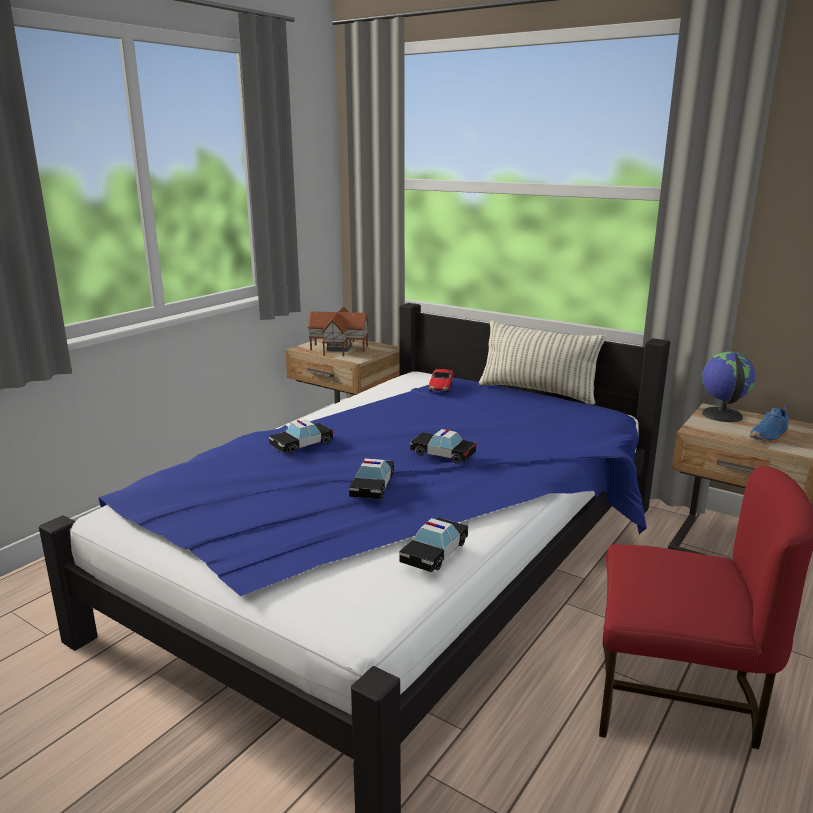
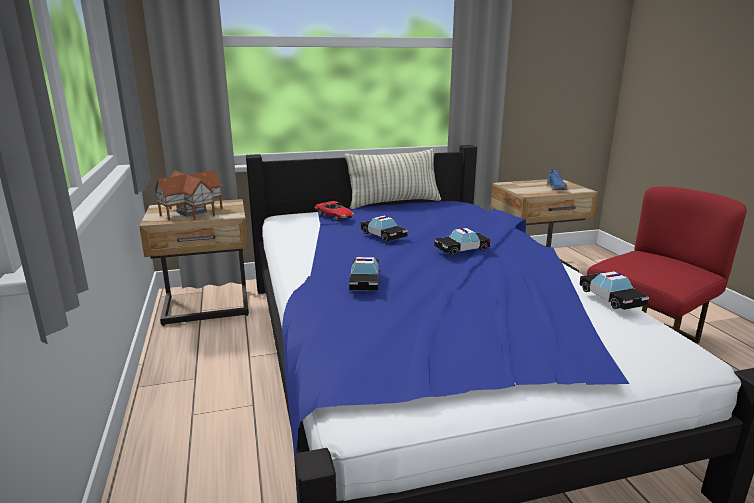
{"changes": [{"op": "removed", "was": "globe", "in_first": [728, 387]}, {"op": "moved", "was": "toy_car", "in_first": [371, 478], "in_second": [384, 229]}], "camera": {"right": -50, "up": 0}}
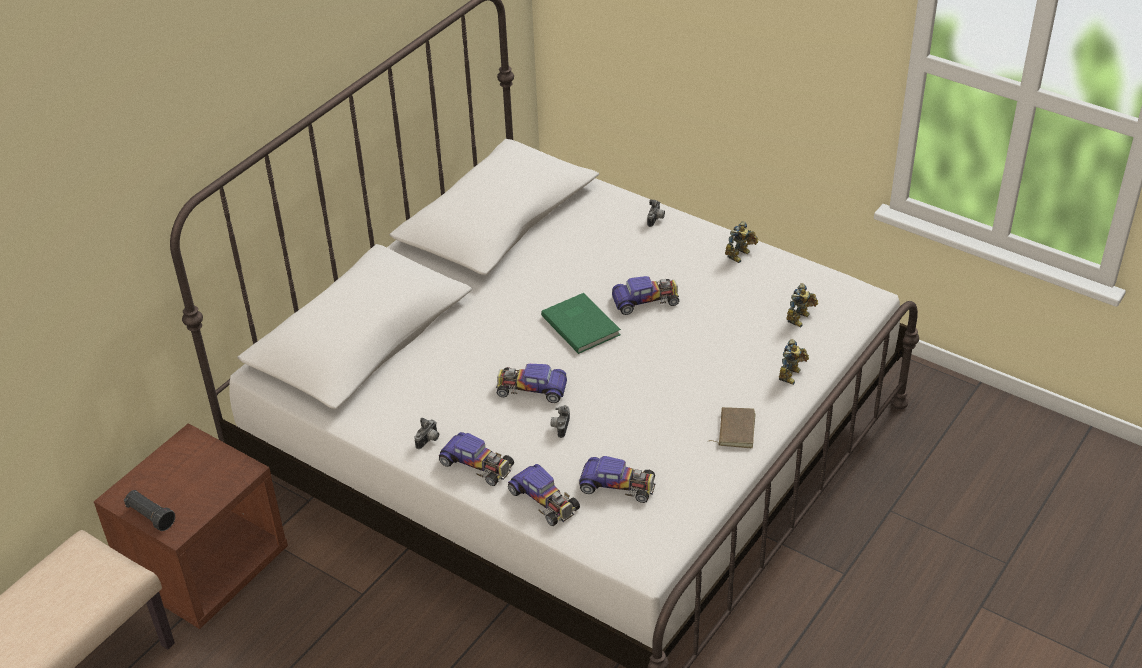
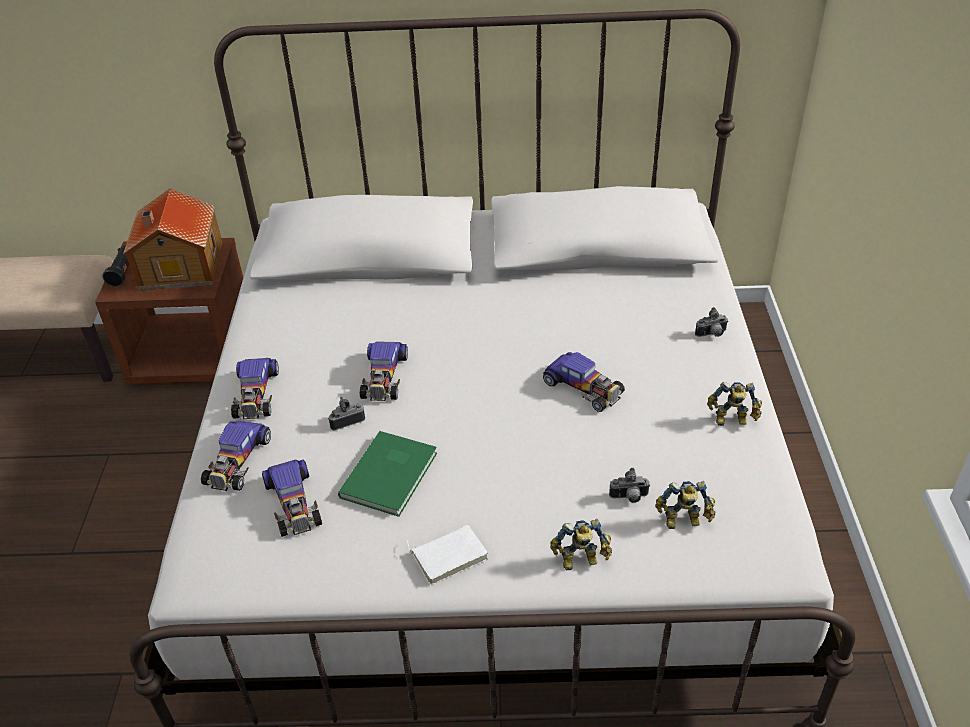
{"changes": [{"op": "moved", "was": "green_book", "in_first": [581, 323], "in_second": [387, 474]}, {"op": "turned", "was": "toy_car", "in_first": [531, 383], "in_second": [384, 371], "clockwise": -150}, {"op": "recoloured", "was": "brown_book", "now": "white_book", "in_first": [732, 427], "in_second": [447, 555]}, {"op": "moved", "was": "photo_camera", "in_first": [426, 433], "in_second": [629, 485]}, {"op": "added", "now": "toy_house", "in_second": [172, 239]}], "camera": {"right": 55, "up": 0}}
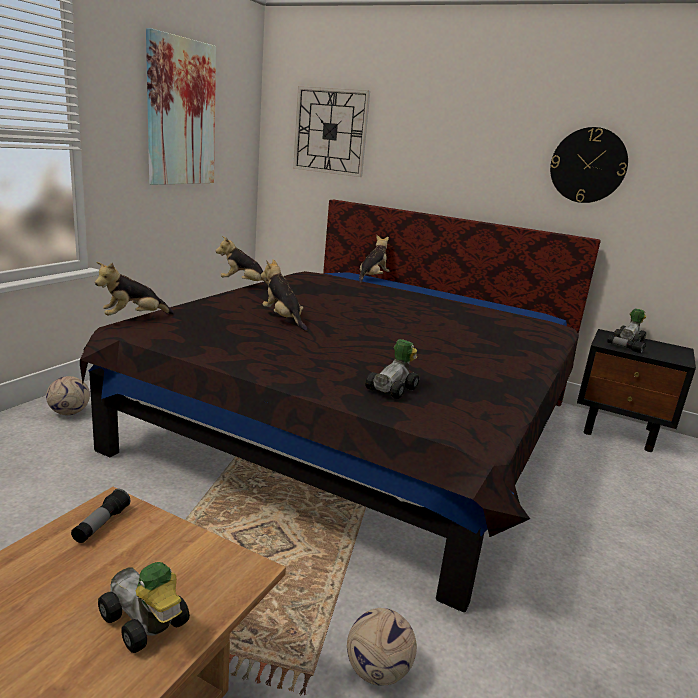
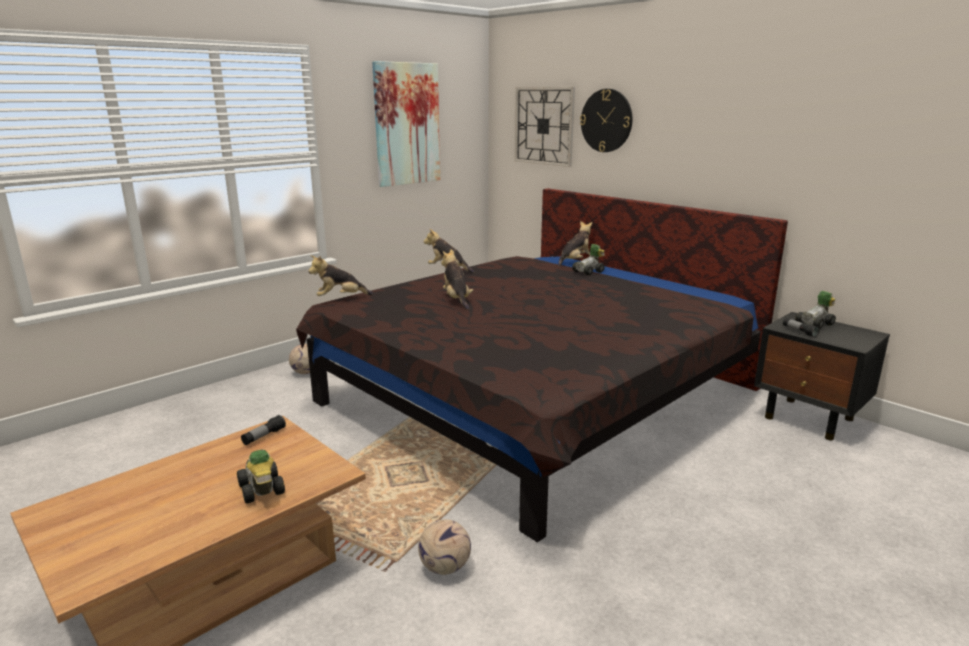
{"changes": [{"op": "moved", "was": "wall_clock", "in_first": [589, 165], "in_second": [606, 120]}, {"op": "moved", "was": "toy_car", "in_first": [392, 369], "in_second": [588, 259]}], "camera": {"right": 20, "up": 0}}
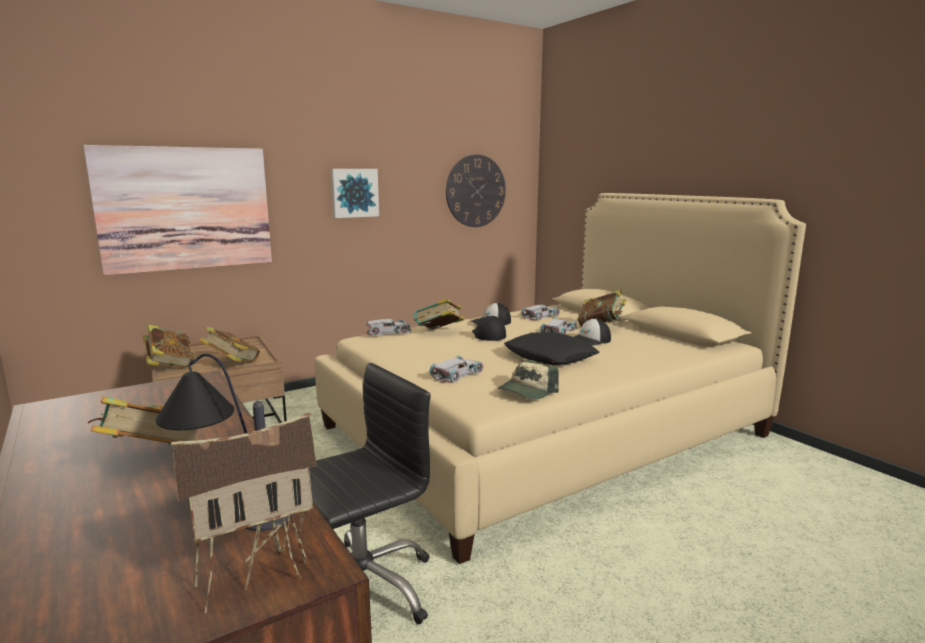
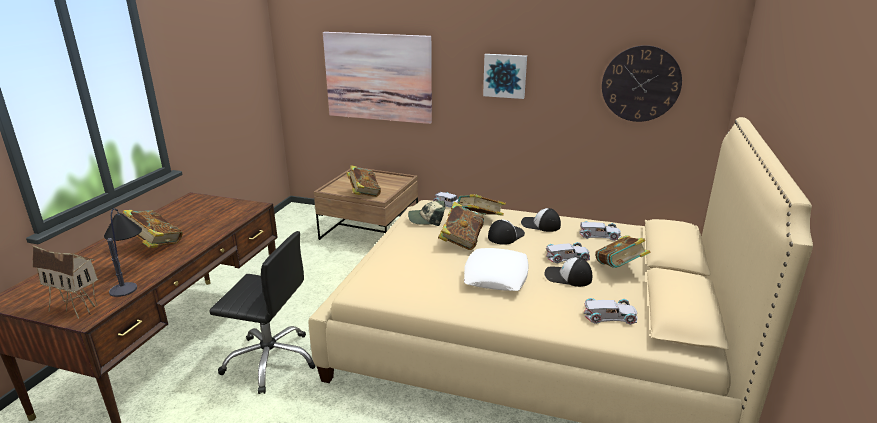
{"changes": [{"op": "moved", "was": "book", "in_first": [168, 347], "in_second": [461, 226]}, {"op": "recoloured", "was": "black_pillow", "now": "white_pillow", "in_first": [551, 348], "in_second": [496, 269]}, {"op": "moved", "was": "white_toy_car", "in_first": [456, 369], "in_second": [611, 311]}, {"op": "moved", "was": "cap", "in_first": [528, 380], "in_second": [427, 213]}], "camera": {"right": 50, "up": 10}}
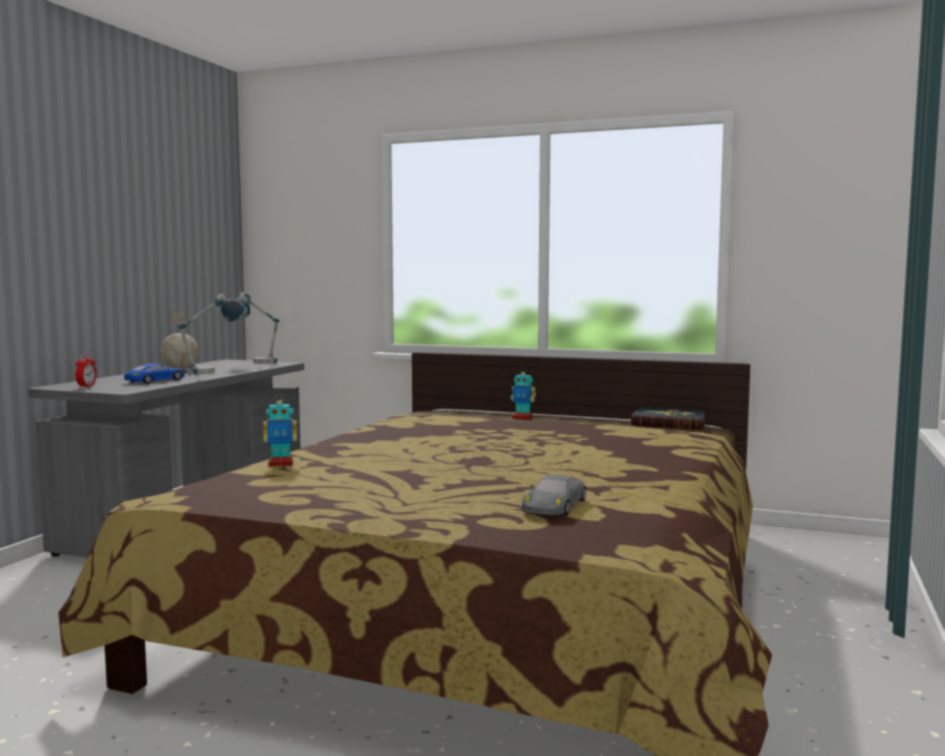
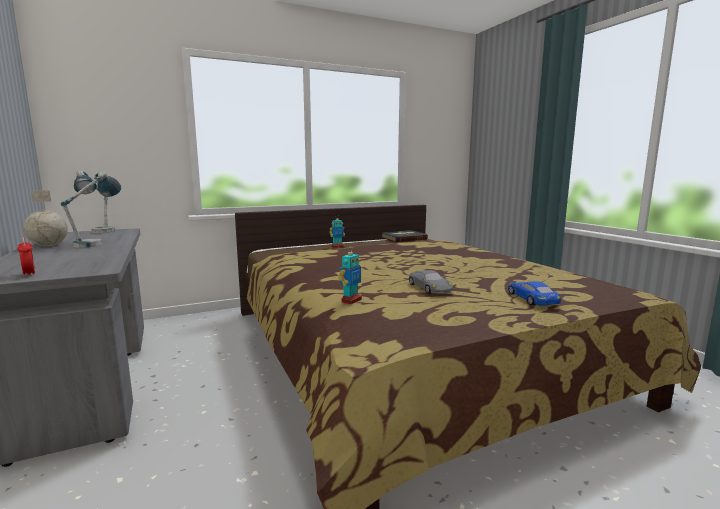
{"changes": [{"op": "moved", "was": "blue_toy_car", "in_first": [154, 373], "in_second": [534, 293]}, {"op": "moved", "was": "grey_toy_car", "in_first": [554, 495], "in_second": [431, 282]}], "camera": {"right": -45, "up": 5}}
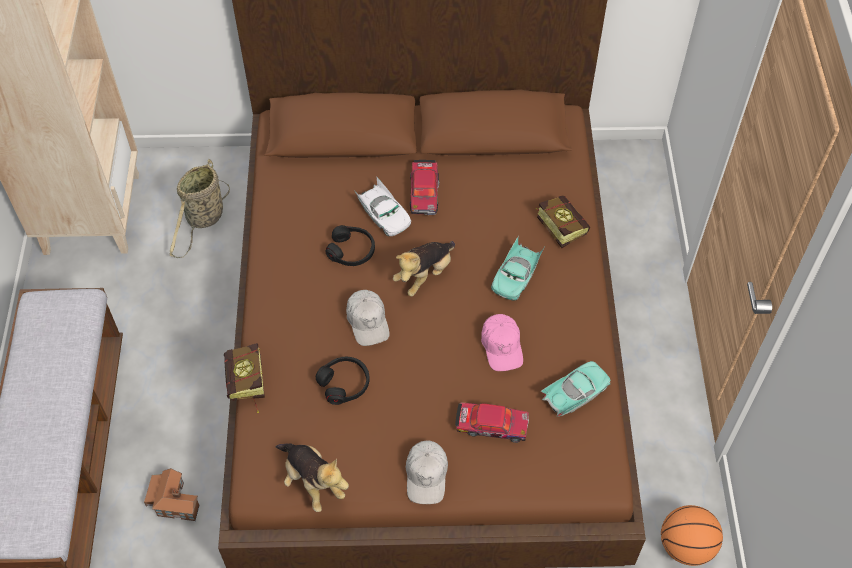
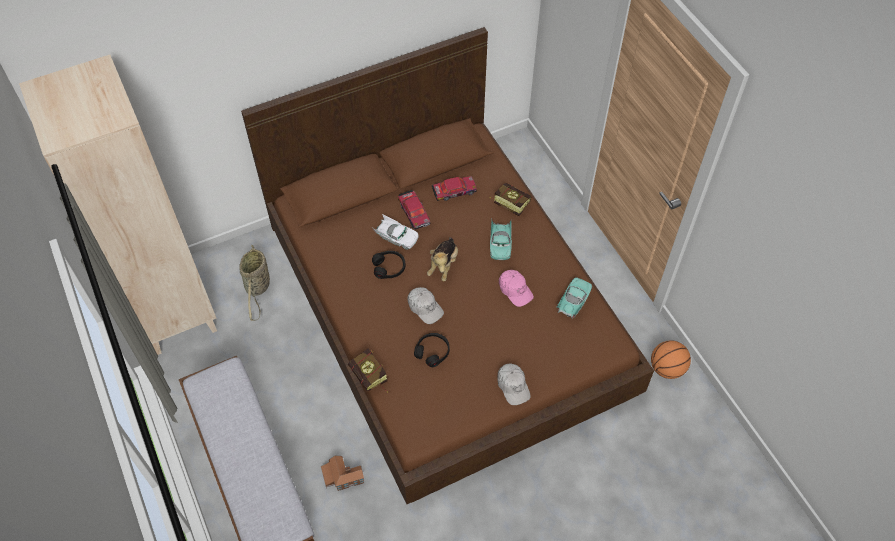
{"changes": [{"op": "moved", "was": "toy_car", "in_first": [492, 423], "in_second": [454, 188]}, {"op": "removed", "was": "plush_toy", "in_first": [312, 477]}], "camera": {"right": -25, "up": 0}}
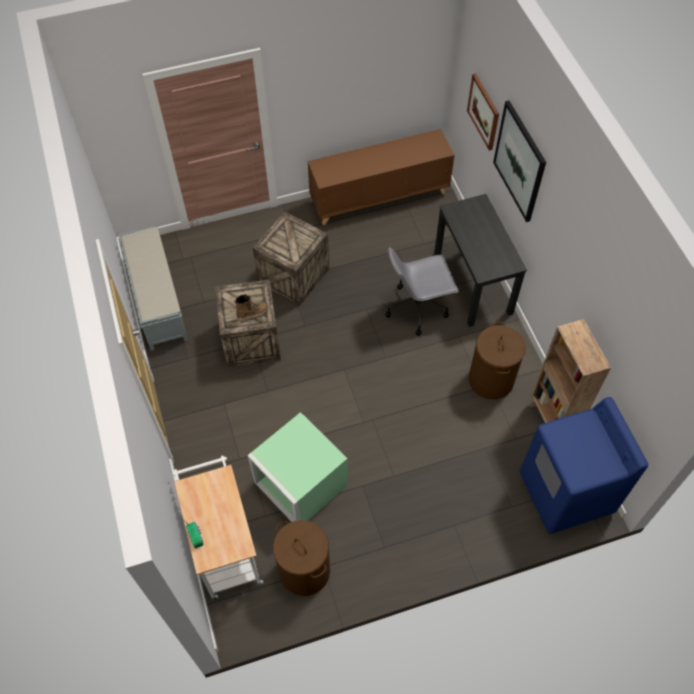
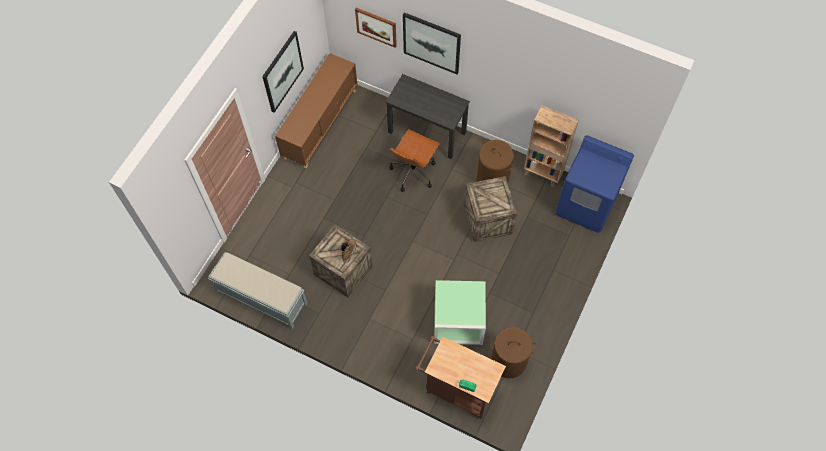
{"changes": [{"op": "moved", "was": "crate", "in_first": [291, 259], "in_second": [490, 209]}, {"op": "recoloured", "was": "grey_office_chair", "now": "brown_office_chair", "in_first": [422, 291], "in_second": [414, 160]}, {"op": "recoloured", "was": "white_cart", "now": "brown_cart", "in_first": [218, 527], "in_second": [460, 377]}, {"op": "added", "now": "picture", "in_second": [283, 72]}], "camera": {"right": -45, "up": 5}}
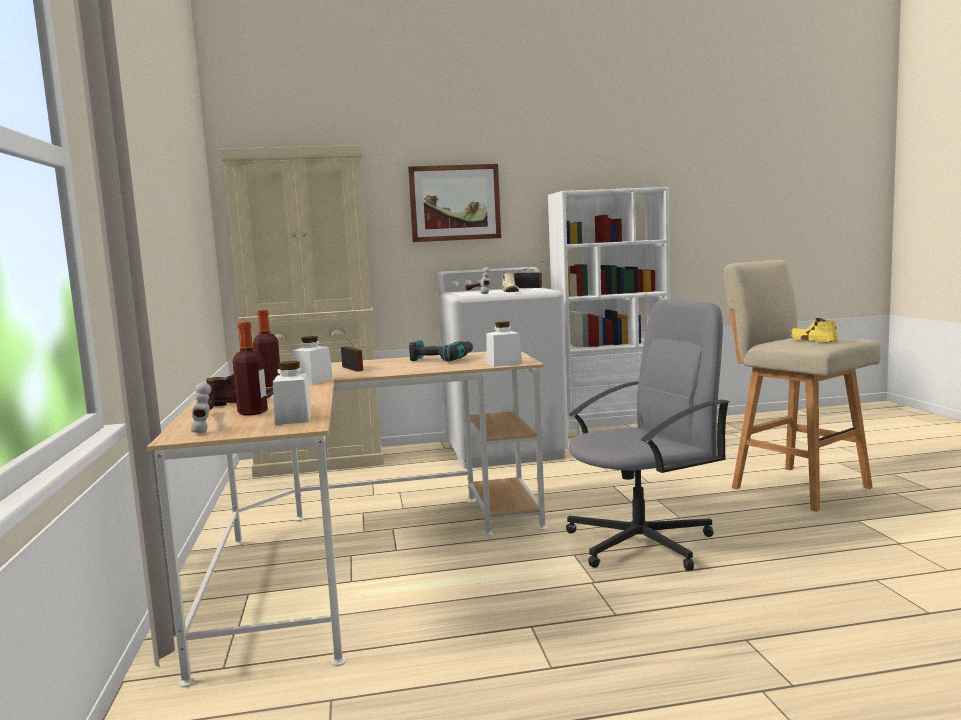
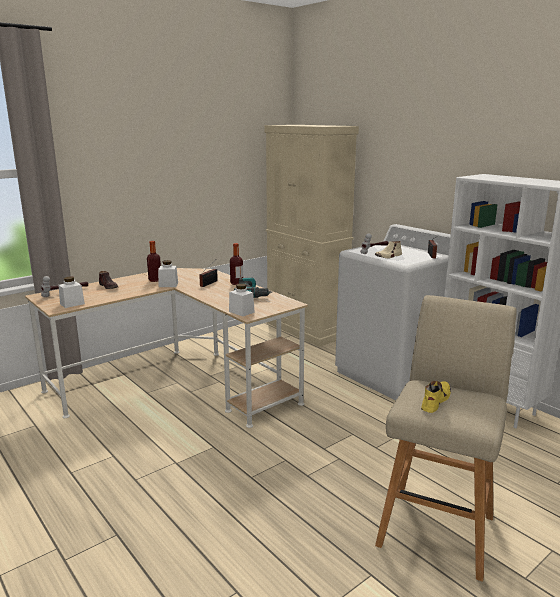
{"changes": [{"op": "removed", "was": "picture", "in_first": [454, 203]}, {"op": "removed", "was": "grey_office_chair", "in_first": [648, 435]}, {"op": "moved", "was": "bottle", "in_first": [250, 368], "in_second": [236, 264]}], "camera": {"right": 60, "up": 10}}
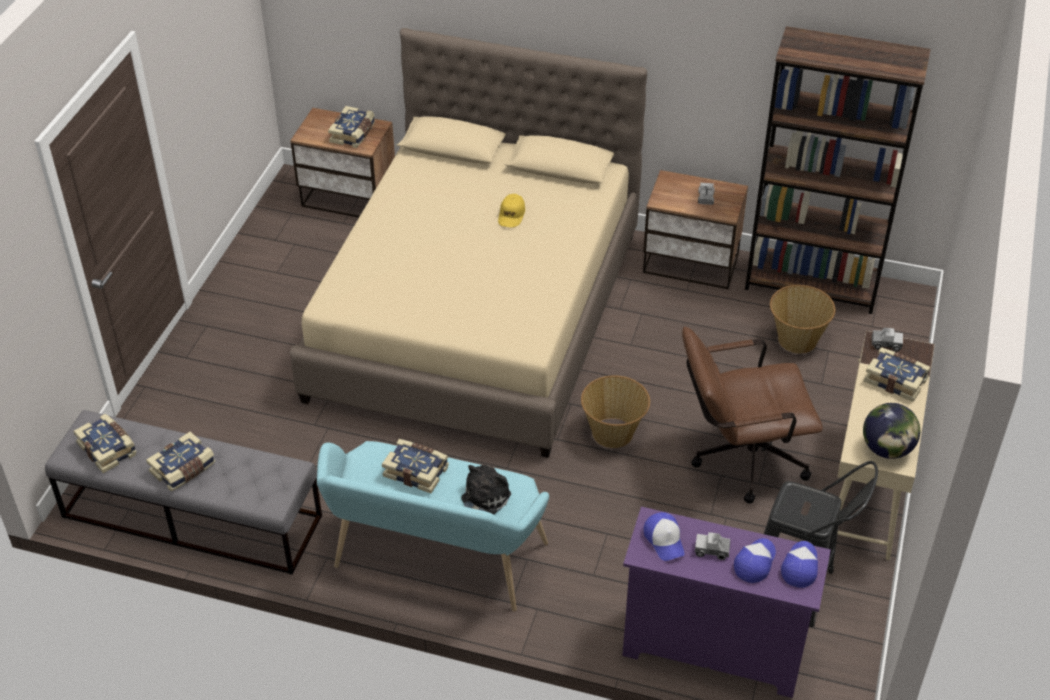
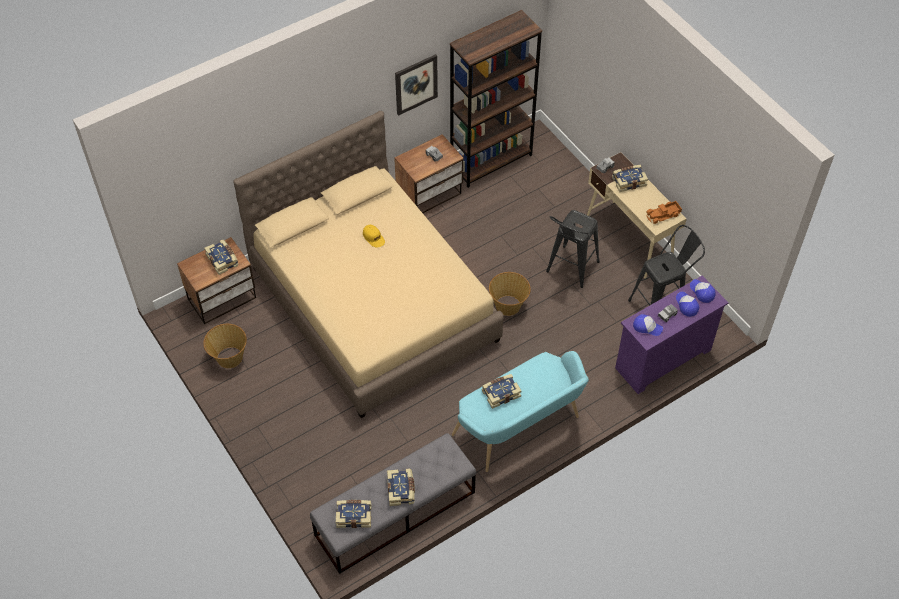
{"changes": [{"op": "moved", "was": "basket", "in_first": [802, 319], "in_second": [225, 346]}, {"op": "replaced", "was": "brown_office_chair", "now": "black_stool", "in_first": [752, 415], "in_second": [573, 249]}, {"op": "replaced", "was": "globe", "now": "toy_truck", "in_first": [891, 431], "in_second": [664, 212]}, {"op": "removed", "was": "plush_toy", "in_first": [486, 490]}, {"op": "added", "now": "picture", "in_second": [416, 85]}], "camera": {"right": -50, "up": 10}}
